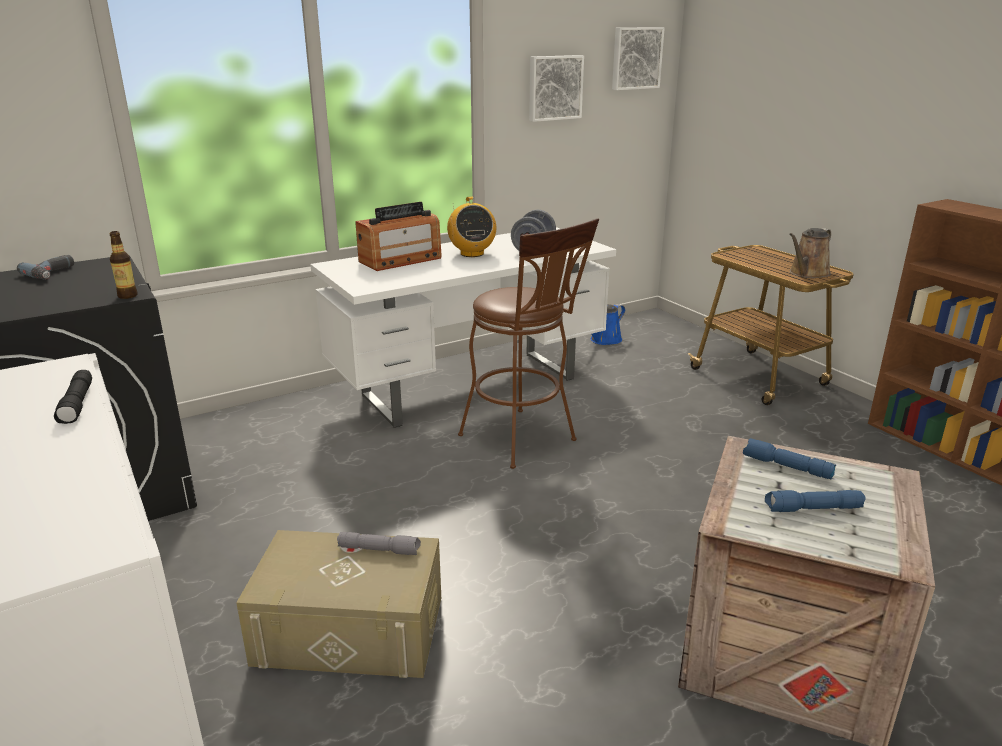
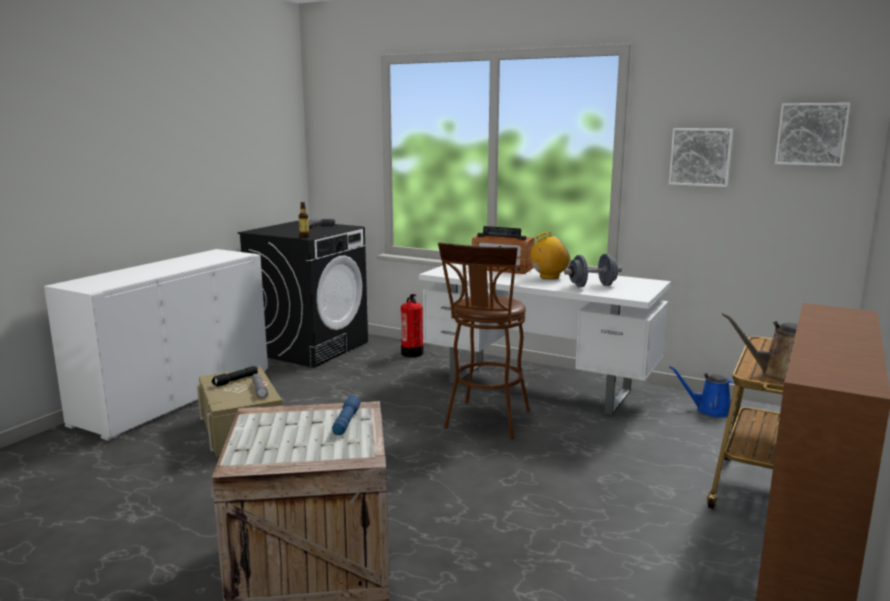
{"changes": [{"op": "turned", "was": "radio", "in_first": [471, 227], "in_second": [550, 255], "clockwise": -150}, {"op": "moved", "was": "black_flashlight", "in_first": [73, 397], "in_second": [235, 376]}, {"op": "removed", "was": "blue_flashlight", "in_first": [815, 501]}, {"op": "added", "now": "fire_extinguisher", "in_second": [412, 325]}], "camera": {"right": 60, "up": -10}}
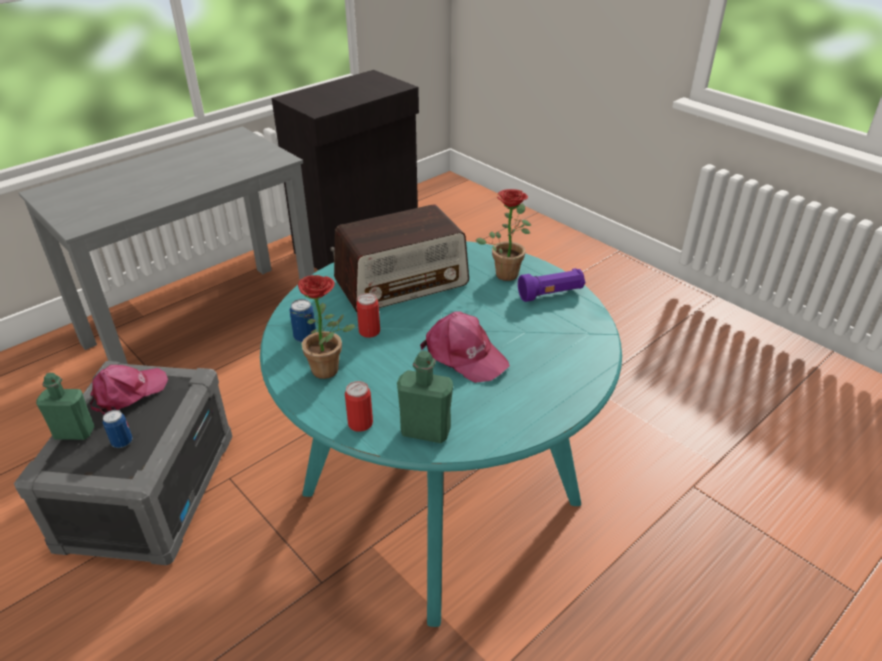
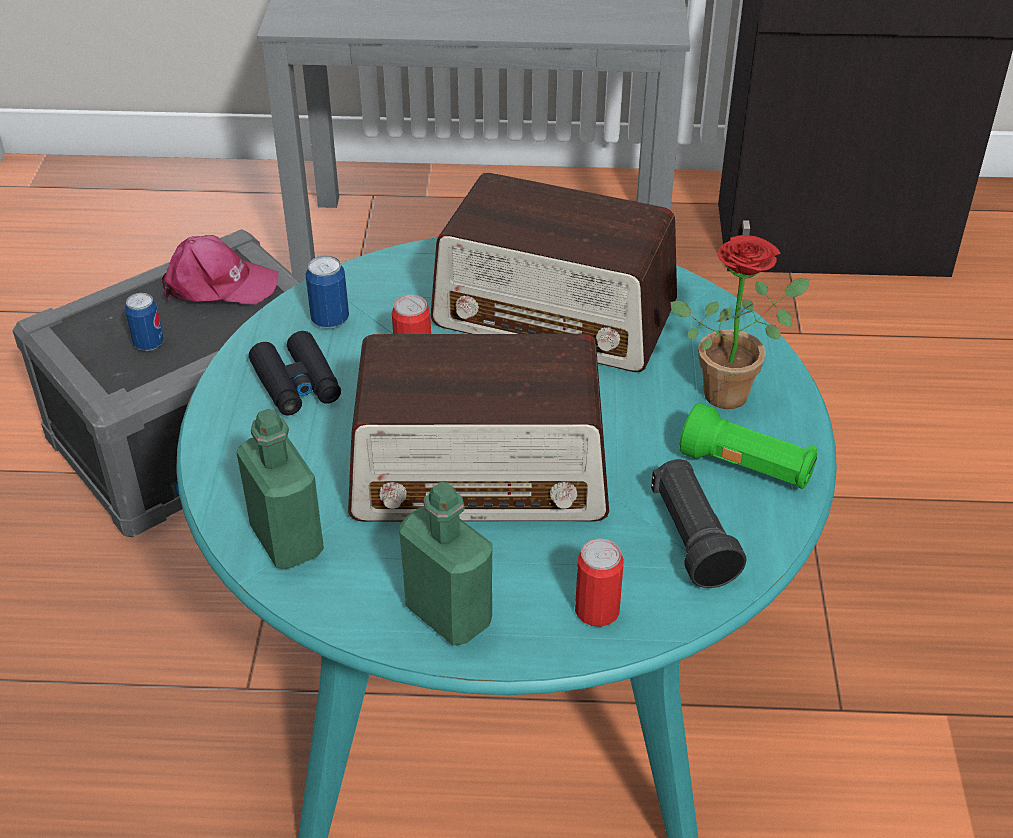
{"changes": [{"op": "recoloured", "was": "purple_flashlight", "now": "green_flashlight", "in_first": [551, 285], "in_second": [748, 446]}, {"op": "replaced", "was": "potted_plant", "now": "black_binoculars", "in_first": [323, 327], "in_second": [295, 373]}, {"op": "replaced", "was": "pink_cap", "now": "radio", "in_first": [465, 347], "in_second": [478, 428]}, {"op": "moved", "was": "green_bottle", "in_first": [65, 406], "in_second": [445, 564]}, {"op": "moved", "was": "can", "in_first": [359, 406], "in_second": [599, 583]}, {"op": "added", "now": "black_flashlight", "in_second": [698, 523]}], "camera": {"right": 45, "up": 5}}
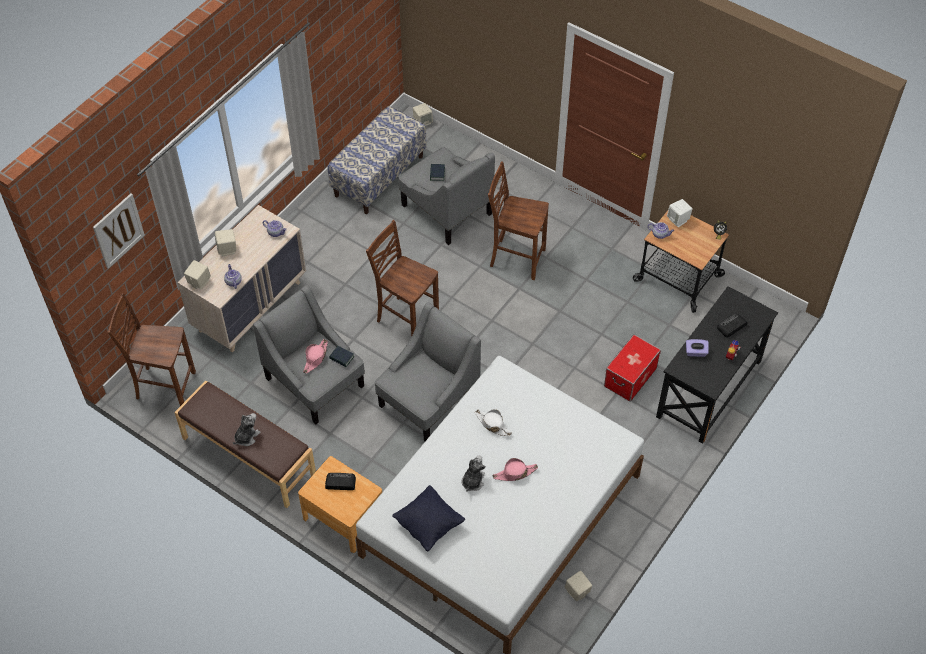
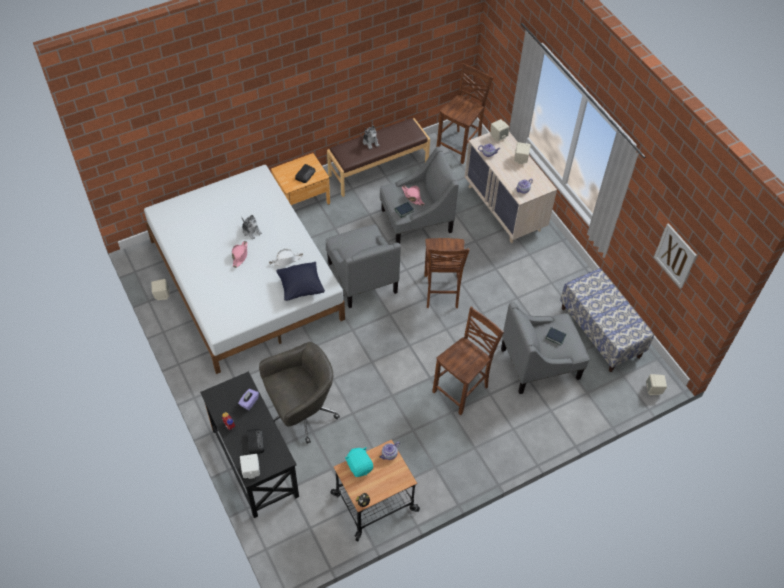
{"changes": [{"op": "moved", "was": "picture", "in_first": [119, 231], "in_second": [675, 255]}, {"op": "moved", "was": "white_speaker", "in_first": [680, 213], "in_second": [250, 466]}, {"op": "turned", "was": "brown_chair", "in_first": [402, 278], "in_second": [446, 273], "clockwise": 120}, {"op": "replaced", "was": "storage_box", "now": "grey_office_chair", "in_first": [632, 368], "in_second": [299, 393]}, {"op": "moved", "was": "black_pillow", "in_first": [428, 518], "in_second": [300, 281]}, {"op": "added", "now": "turquoise_plush_toy", "in_second": [359, 462]}], "camera": {"right": 115, "up": 0}}
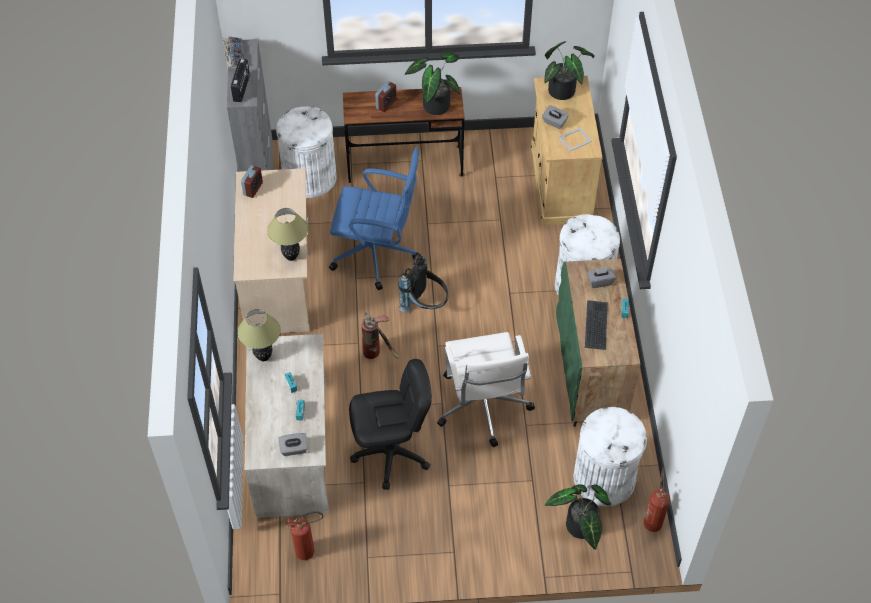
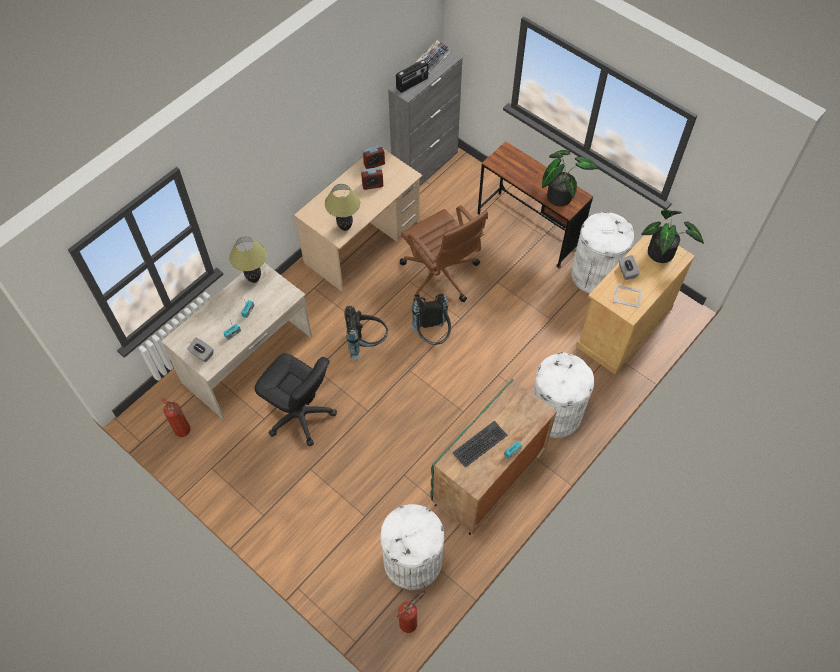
{"changes": [{"op": "moved", "was": "alarm_clock", "in_first": [386, 96], "in_second": [372, 178]}, {"op": "moved", "was": "white_trash_can", "in_first": [306, 152], "in_second": [602, 252]}, {"op": "recoloured", "was": "blue_office_chair", "now": "brown_office_chair", "in_first": [374, 218], "in_second": [444, 253]}, {"op": "removed", "was": "grey_tissue_box", "in_first": [601, 277]}, {"op": "replaced", "was": "fire_extinguisher", "now": "black_backpack", "in_first": [380, 336], "in_second": [366, 332]}, {"op": "removed", "was": "white_office_chair", "in_first": [486, 389]}, {"op": "removed", "was": "potted_plant", "in_first": [578, 517]}], "camera": {"right": 45, "up": 5}}
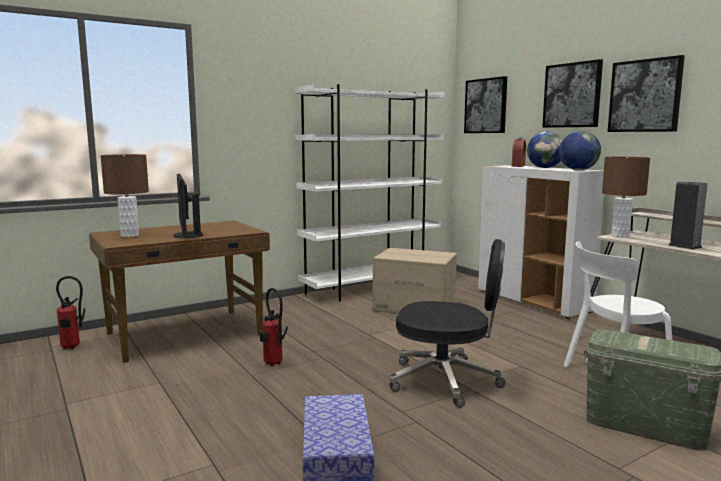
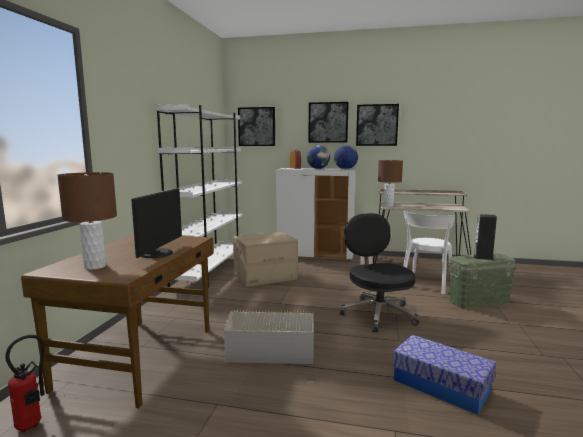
{"changes": [{"op": "turned", "was": "monitor", "in_first": [188, 205], "in_second": [156, 223], "clockwise": -105}, {"op": "moved", "was": "speaker", "in_first": [688, 215], "in_second": [485, 237]}, {"op": "turned", "was": "black_office_chair", "in_first": [447, 323], "in_second": [379, 272], "clockwise": -75}, {"op": "replaced", "was": "fire_extinguisher", "now": "grey_storage_box", "in_first": [274, 327], "in_second": [269, 336]}], "camera": {"right": -45, "up": 0}}
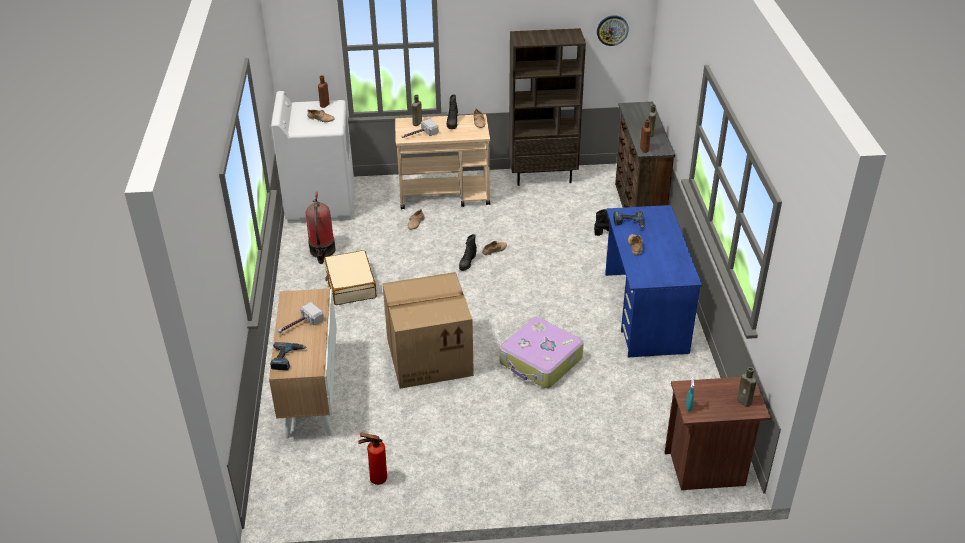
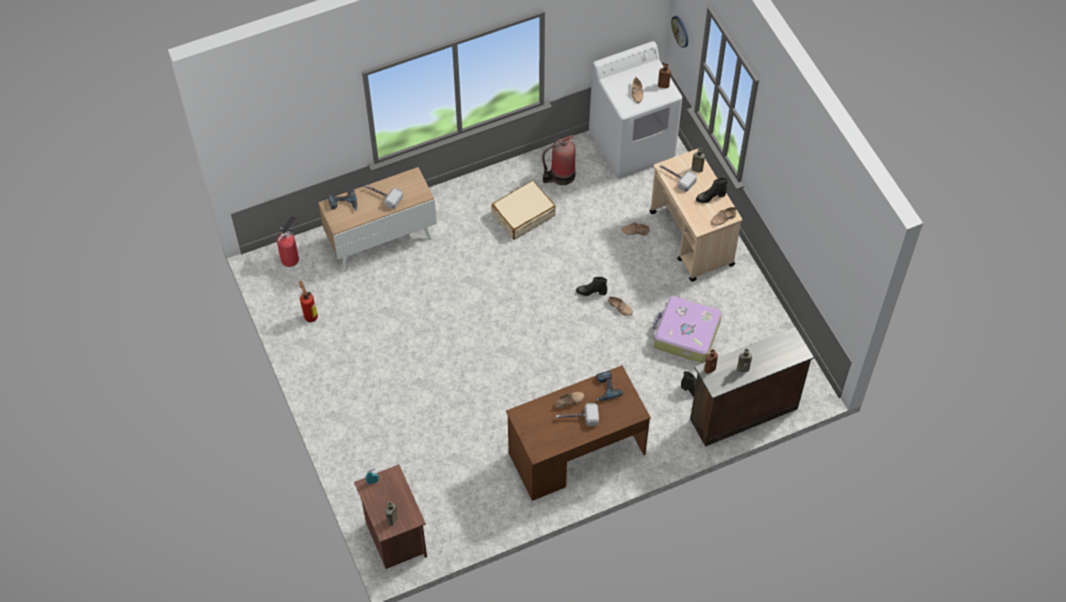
{"changes": [{"op": "moved", "was": "wall_clock", "in_first": [613, 30], "in_second": [679, 32]}, {"op": "removed", "was": "brown_bookcase", "in_first": [547, 107]}, {"op": "recoloured", "was": "blue_desk", "now": "brown_desk", "in_first": [653, 281], "in_second": [578, 433]}, {"op": "removed", "was": "cardboard_box", "in_first": [428, 330]}, {"op": "moved", "was": "suitcase", "in_first": [542, 352], "in_second": [687, 329]}, {"op": "added", "now": "fire_extinguisher", "in_second": [288, 241]}, {"op": "added", "now": "hammer", "in_second": [577, 414]}], "camera": {"right": 70, "up": 20}}
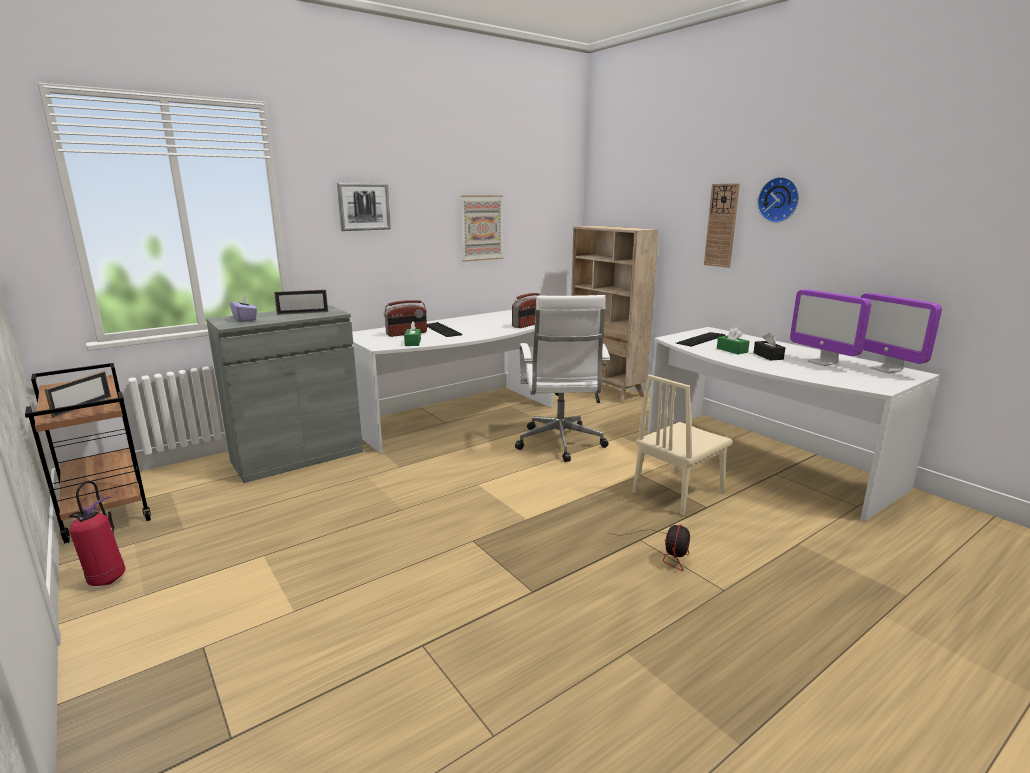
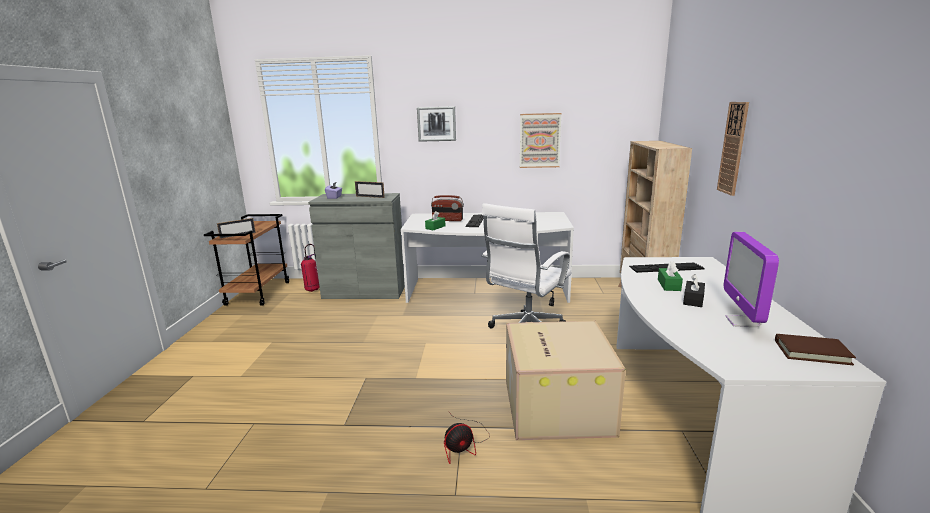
{"changes": [{"op": "removed", "was": "wall_clock", "in_first": [778, 200]}, {"op": "removed", "was": "radio", "in_first": [526, 310]}, {"op": "replaced", "was": "monitor", "now": "brown_book", "in_first": [901, 333], "in_second": [815, 349]}, {"op": "replaced", "was": "beige_chair", "now": "cardboard_box", "in_first": [683, 445], "in_second": [566, 380]}, {"op": "moved", "was": "fire_extinguisher", "in_first": [97, 533], "in_second": [310, 268]}], "camera": {"right": 40, "up": 0}}
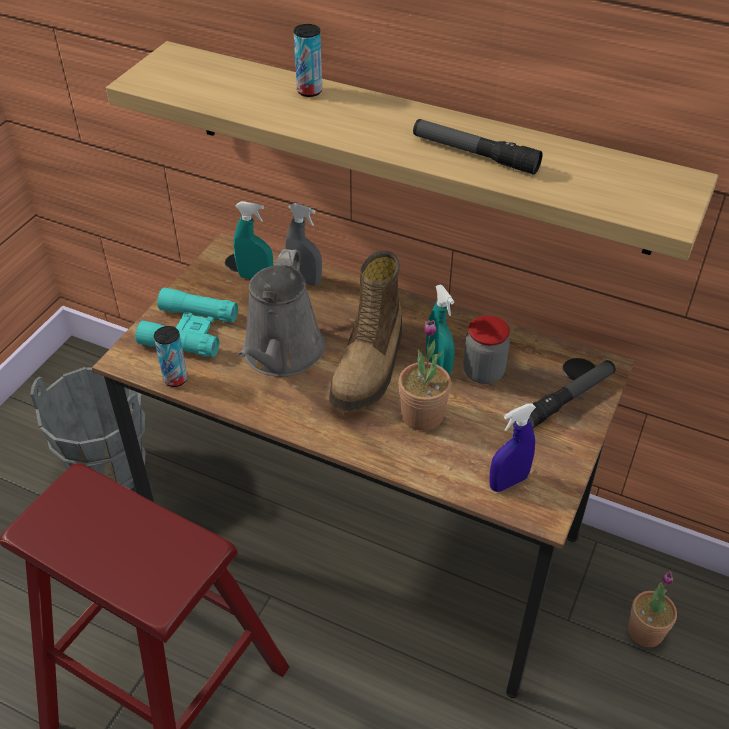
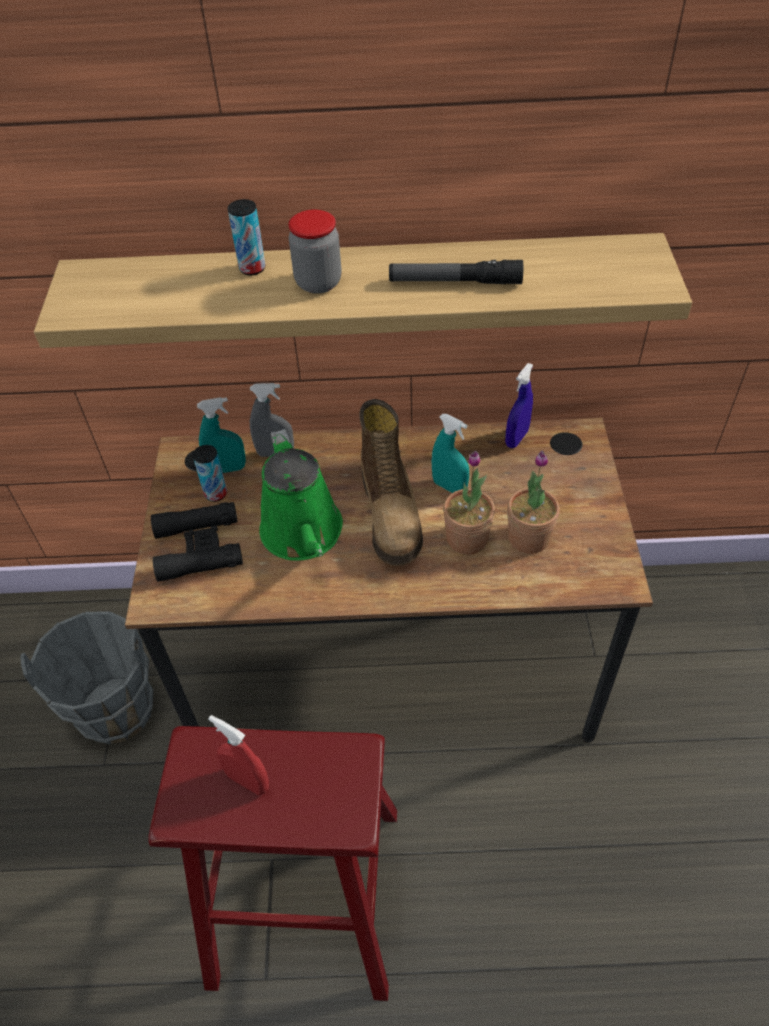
{"changes": [{"op": "recoloured", "was": "grey_watering_can", "now": "green_watering_can", "in_first": [282, 313], "in_second": [301, 495]}, {"op": "recoloured", "was": "turquoise_binoculars", "now": "black_binoculars", "in_first": [186, 322], "in_second": [197, 542]}, {"op": "moved", "was": "jar", "in_first": [486, 350], "in_second": [315, 252]}, {"op": "moved", "was": "can", "in_first": [171, 356], "in_second": [210, 473]}, {"op": "removed", "was": "flashlight", "in_first": [572, 394]}, {"op": "moved", "was": "blue_spray_bottle", "in_first": [512, 447], "in_second": [519, 405]}, {"op": "moved", "was": "potted_plant", "in_first": [652, 609], "in_second": [533, 502]}, {"op": "added", "now": "red_spray_bottle", "in_second": [238, 755]}], "camera": {"right": -25, "up": 5}}
